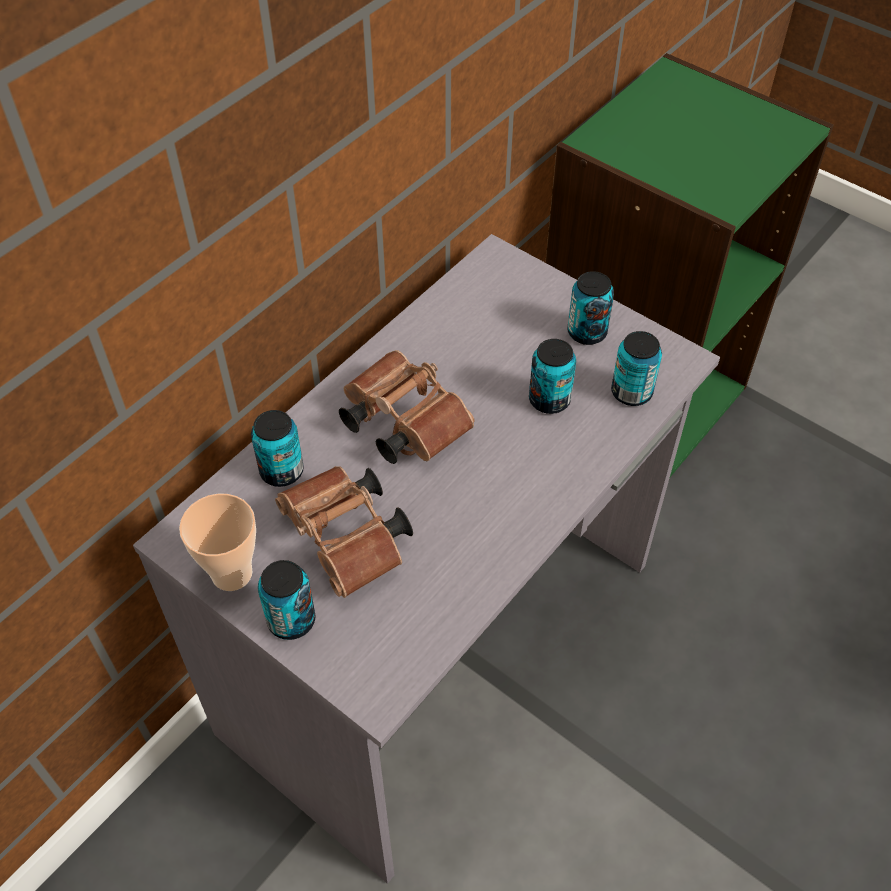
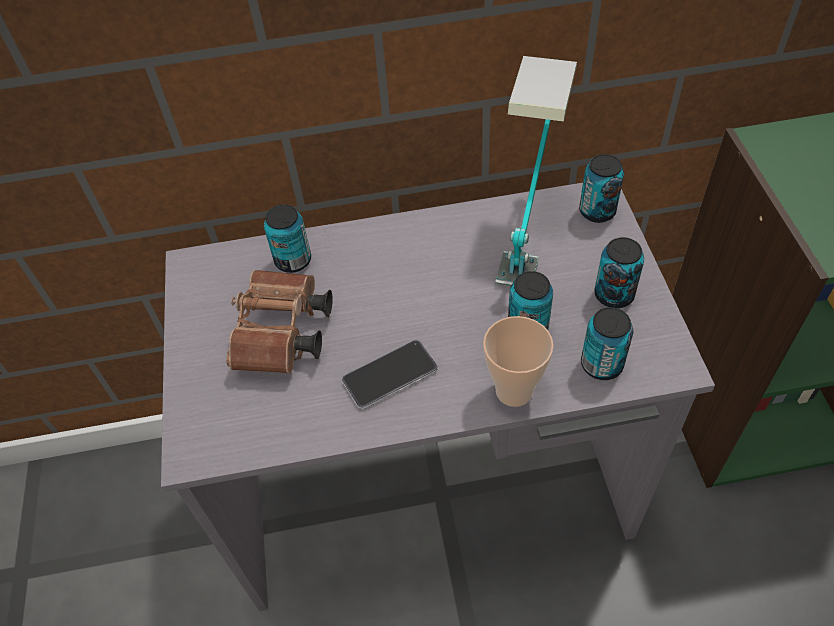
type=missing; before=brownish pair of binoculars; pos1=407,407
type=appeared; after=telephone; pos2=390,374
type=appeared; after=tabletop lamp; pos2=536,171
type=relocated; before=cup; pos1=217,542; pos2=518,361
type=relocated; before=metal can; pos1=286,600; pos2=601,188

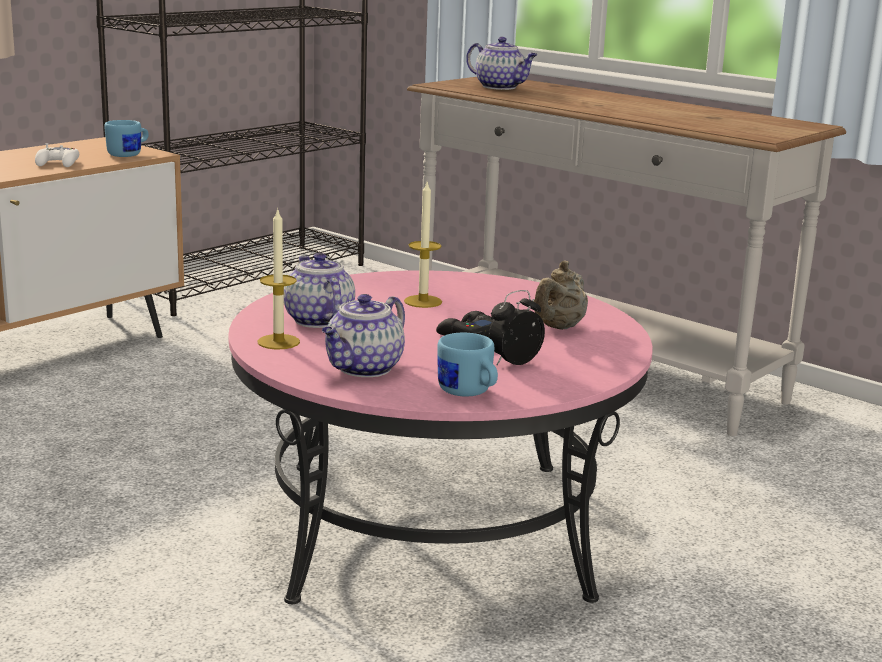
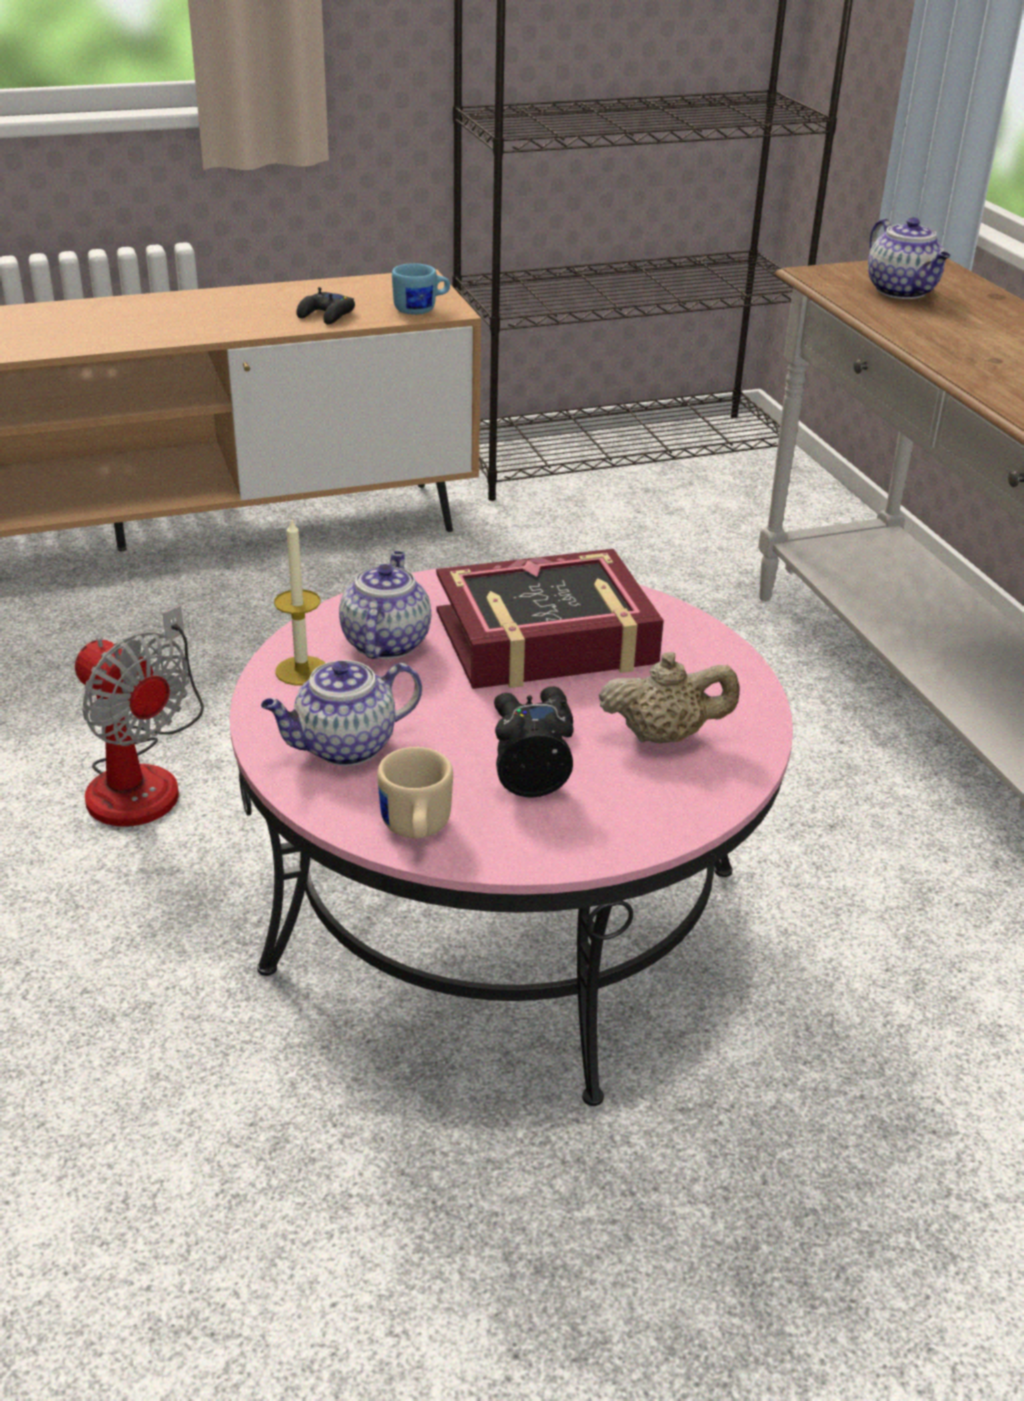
type=appeared; after=fan; pos2=139,715
type=exchanged; before=wax candle; after=book; pos1=423,245; pos2=550,619
type=colour; before=whitish gamepad; after=black gamepad; pos1=57,155; pos2=326,306
type=colour; before=blue-coloured coffee mug; after=sand-coloured coffee mug; pos1=467,365; pos2=415,792
type=spun; before=sand-coloured tea pot; pos1=560,295; pos2=669,697; turn=-150

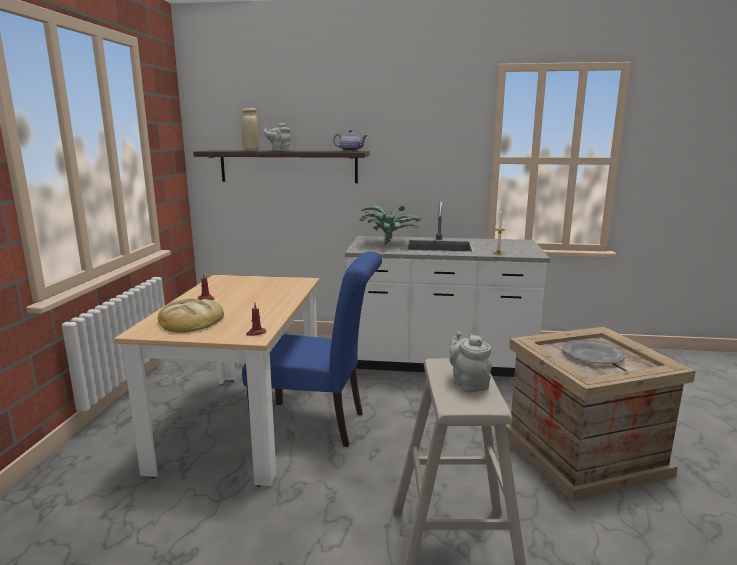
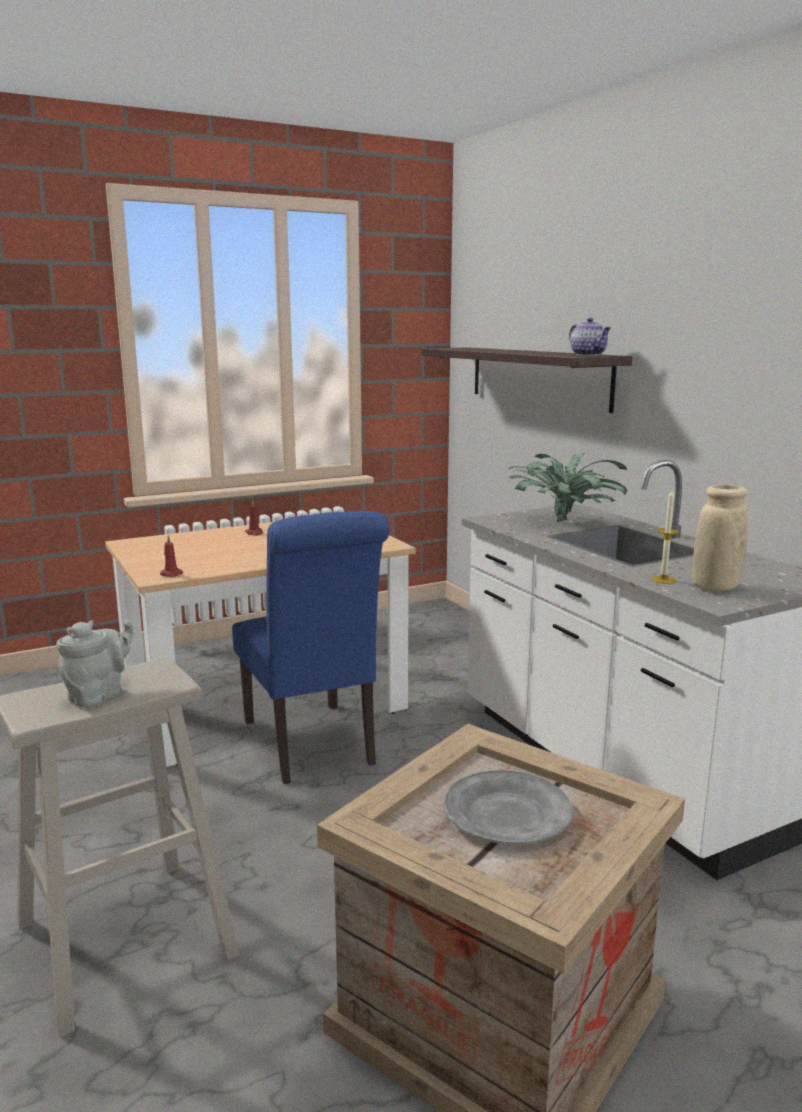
type=missing; before=baked bread; pos1=191,315
type=missing; before=grey tea pot; pos1=277,137
type=relocated; before=sand-coloured decorative vase; pos1=251,129; pos2=720,538

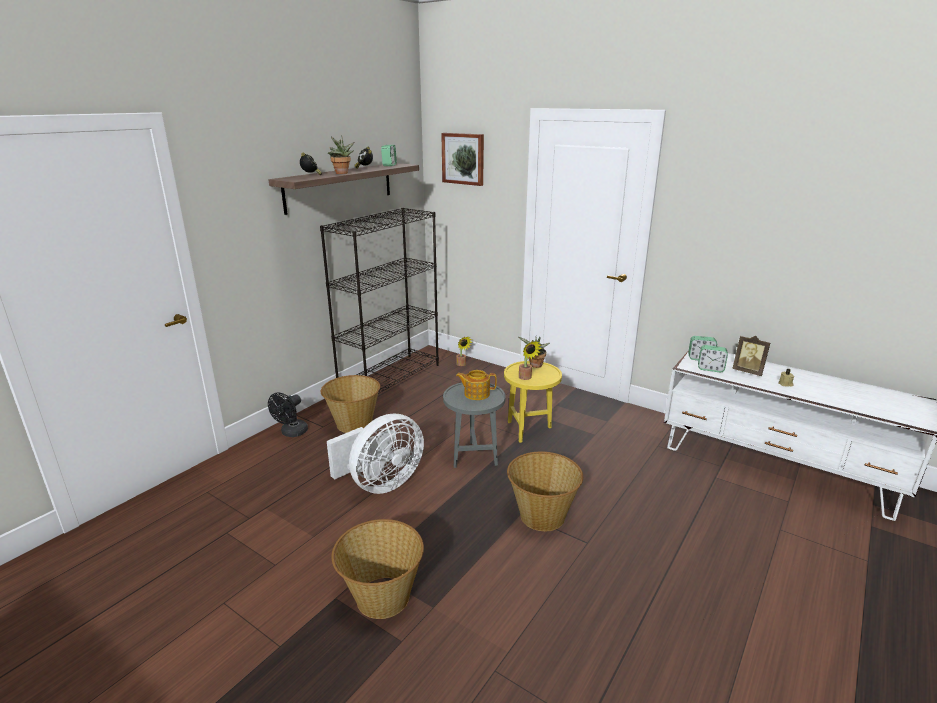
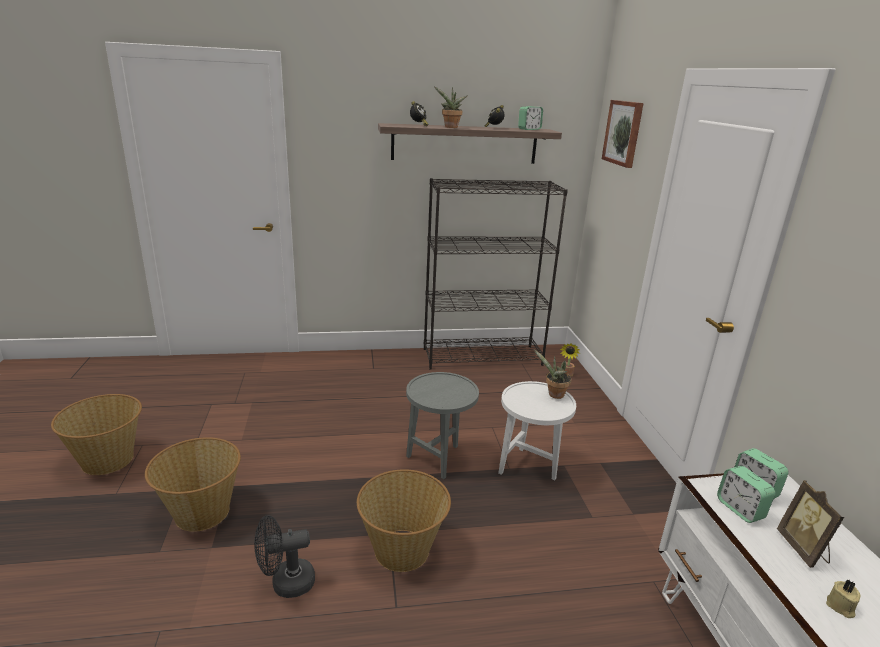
type=missing; before=whitish fan; pos1=375,454
type=missing; before=tea pot; pos1=476,385
type=missing; before=potted plant; pos1=530,360
type=relocated; before=black fan; pos1=288,414; pos2=284,556
type=relocated; before=basket; pos1=350,404; pos2=96,434
type=colour; before=yellowish end table; after=whitish end table; pos1=533,402; pos2=537,430

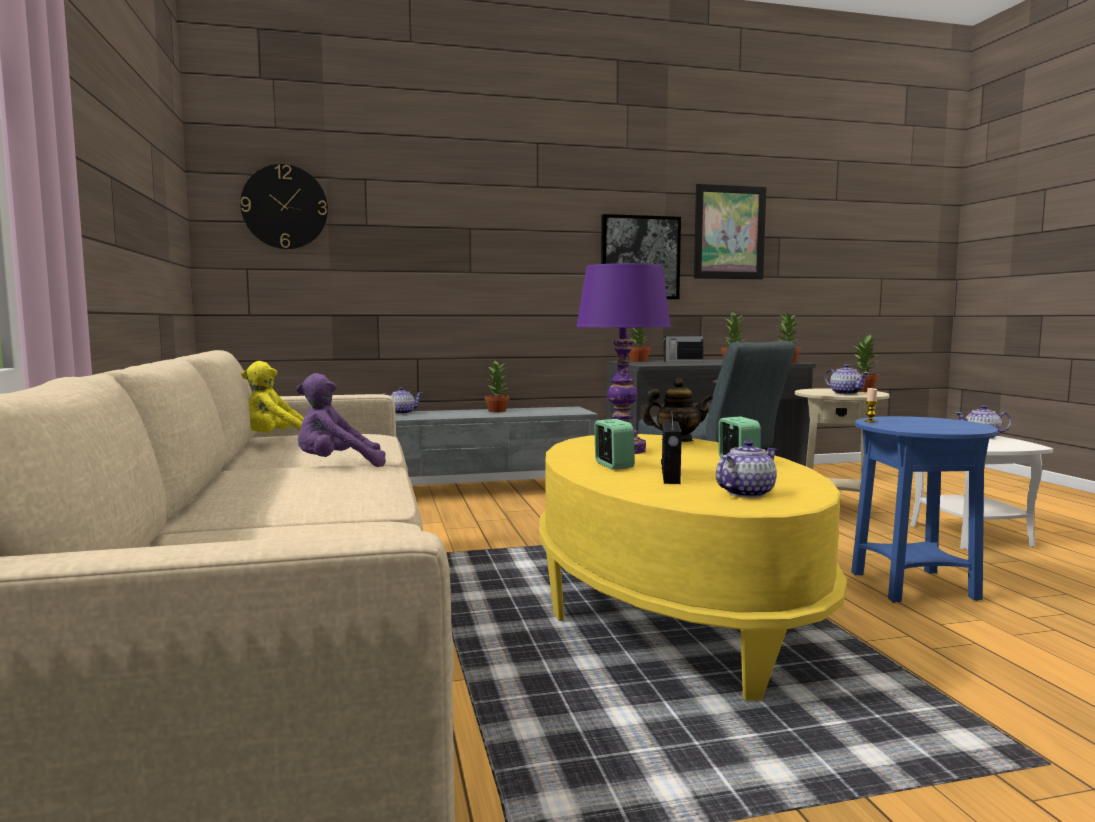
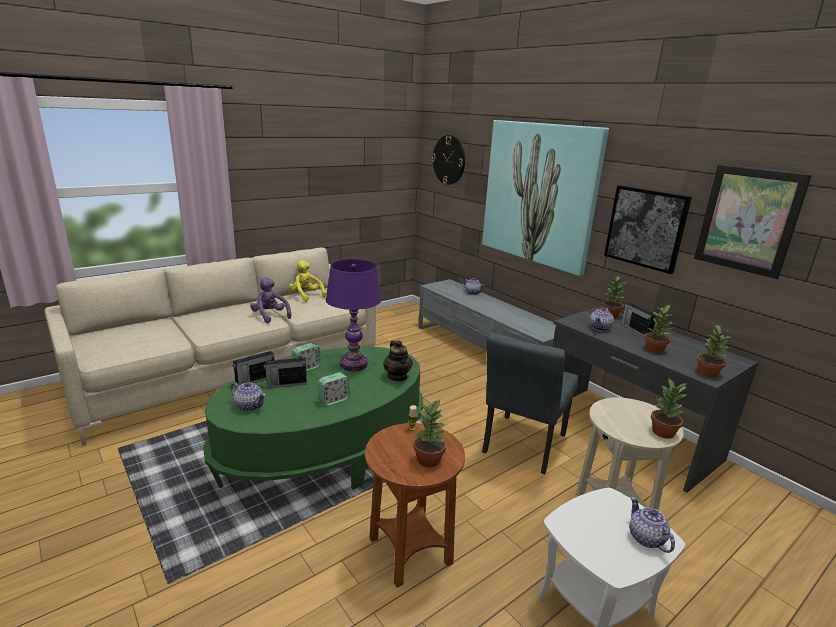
type=appeared; after=radio set; pos2=253,366
type=appeared; after=wall picture; pos2=545,198
type=relocated; before=potted plant; pos1=497,386; pos2=429,433
type=relocated; before=tea pot; pos1=847,379; pos2=602,319
type=colour; before=yellowish coffee table; after=greenish coffee table; pos1=693,567; pos2=313,418
type=colour; before=blue-coloured end table; after=brownish end table; pos1=924,509; pos2=415,505

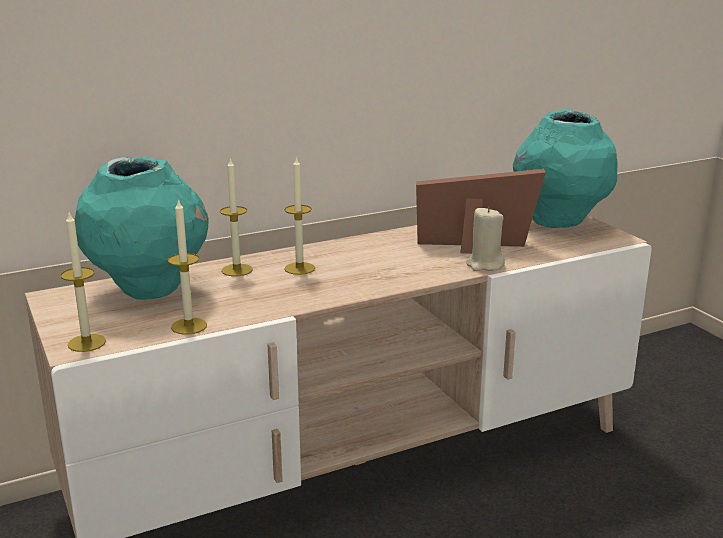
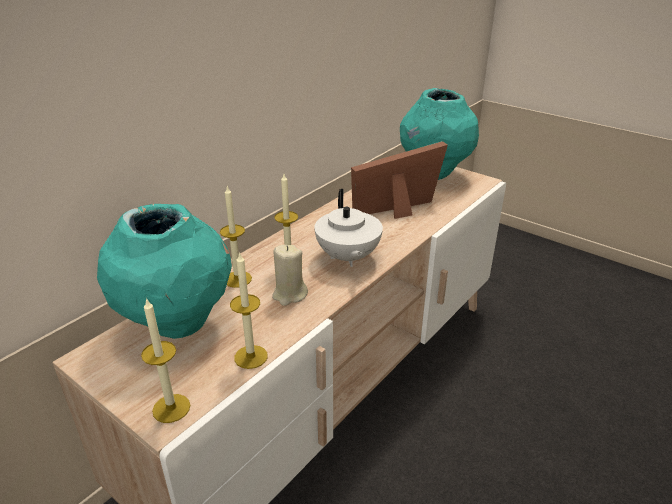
type=appeared; after=whitish tea pot; pos2=348,228
type=relocated; before=sand-coloured wax candle; pos1=485,239; pos2=290,275

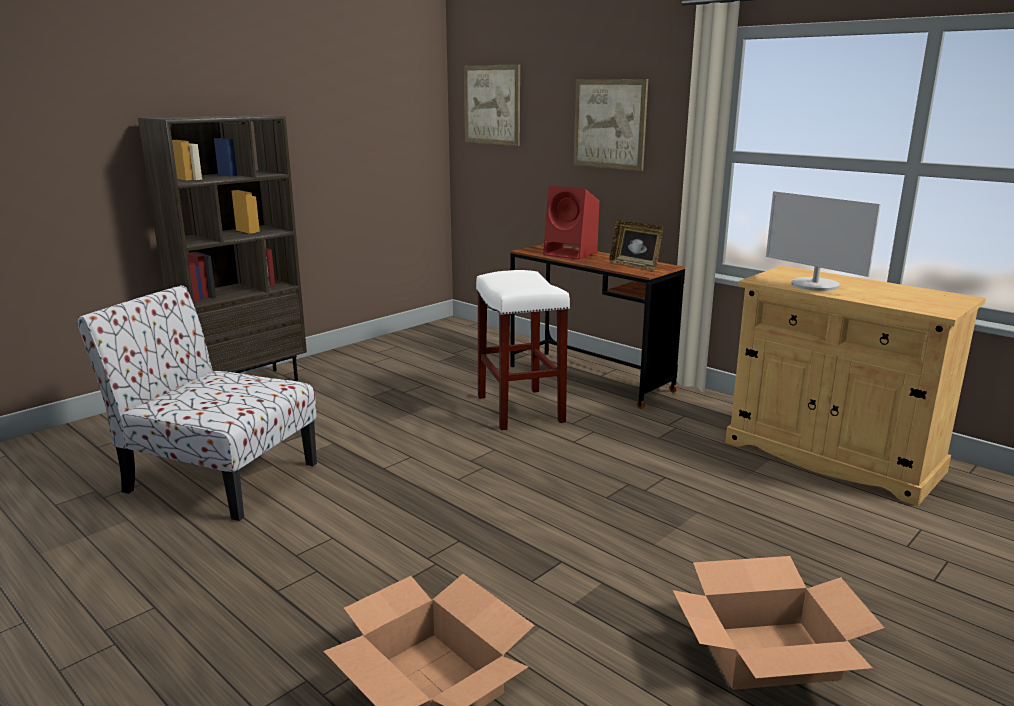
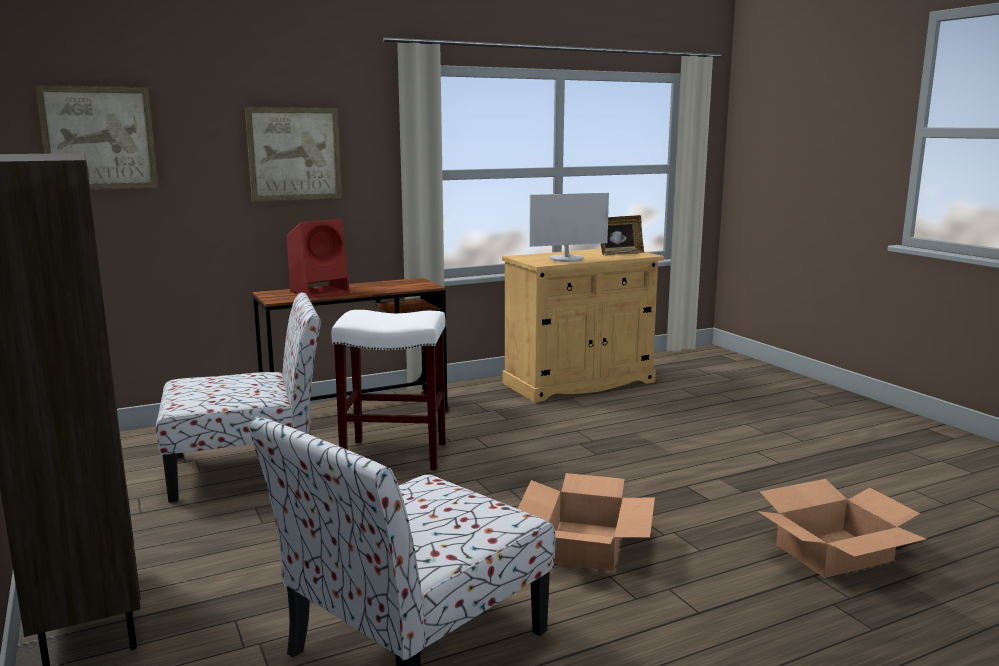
type=appeared; after=plain chair; pos2=238,397
type=relocated; before=standing frame; pos1=636,245; pos2=622,235
type=relocated; before=packing box; pos1=778,623; pos2=586,522

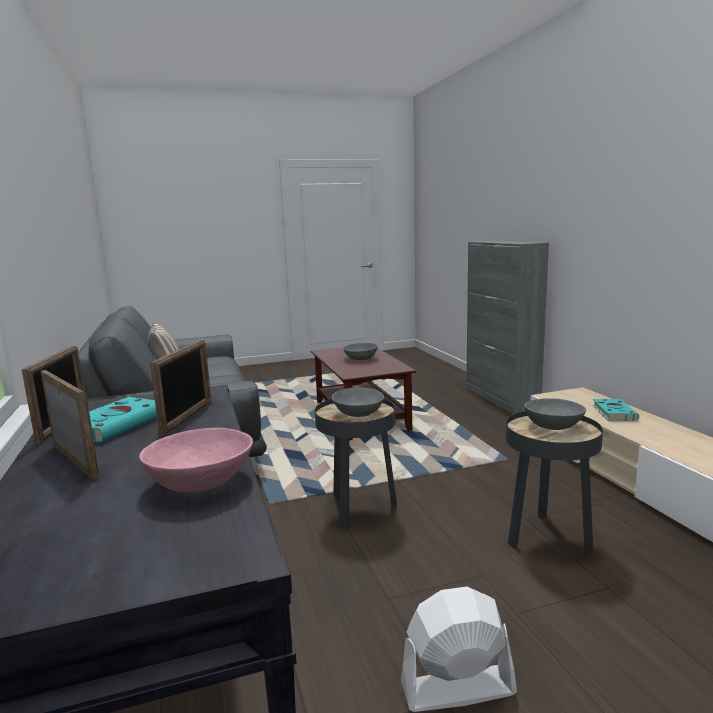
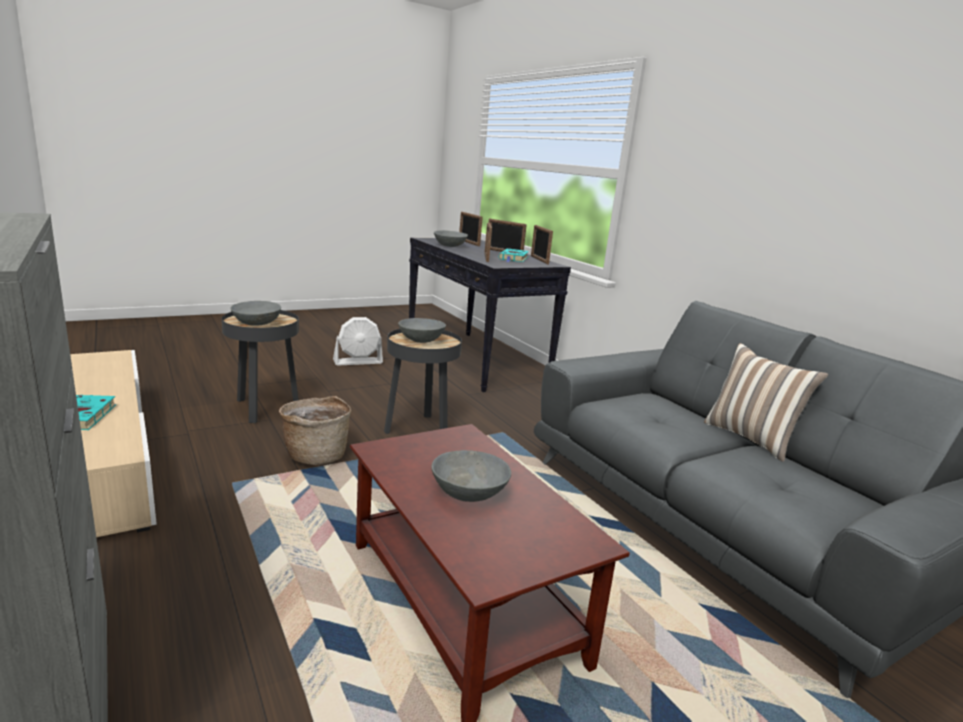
type=appeared; after=basket; pos2=315,430
type=appeared; after=standing frame; pos2=471,229
type=colour; before=pink bowl; after=grey bowl; pos1=196,460; pos2=451,238

